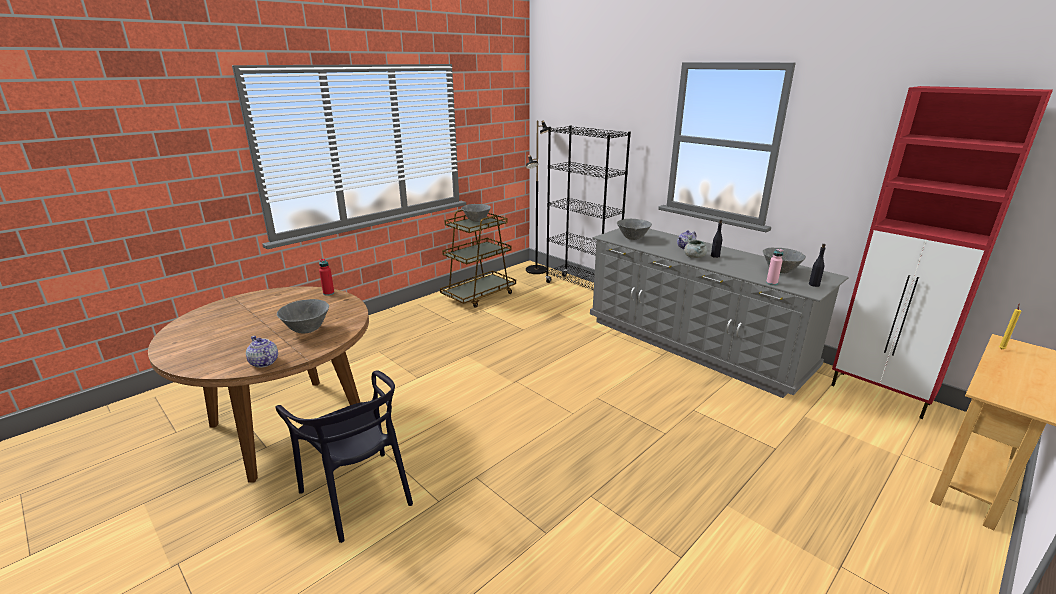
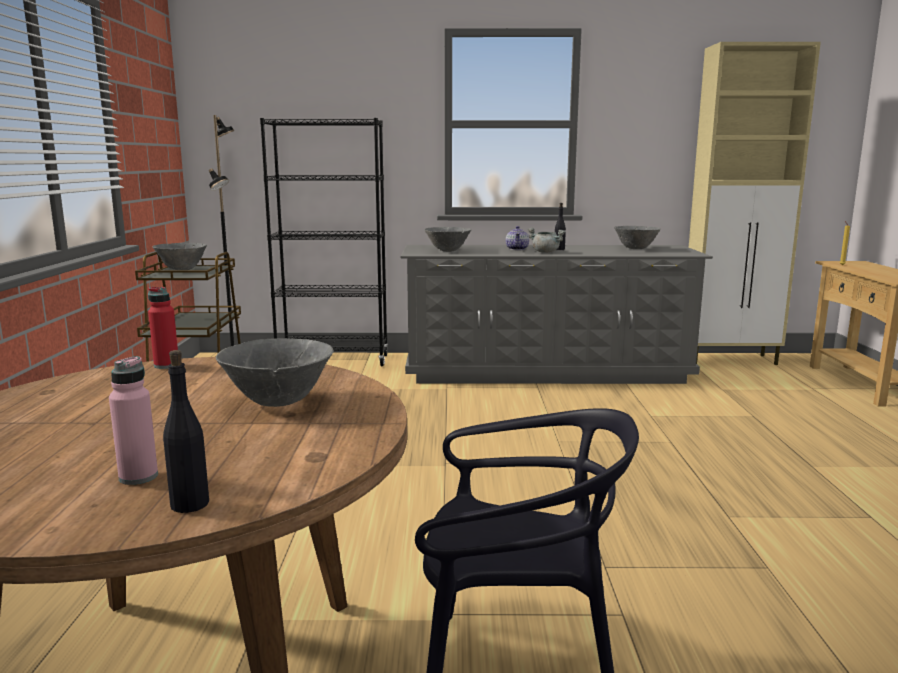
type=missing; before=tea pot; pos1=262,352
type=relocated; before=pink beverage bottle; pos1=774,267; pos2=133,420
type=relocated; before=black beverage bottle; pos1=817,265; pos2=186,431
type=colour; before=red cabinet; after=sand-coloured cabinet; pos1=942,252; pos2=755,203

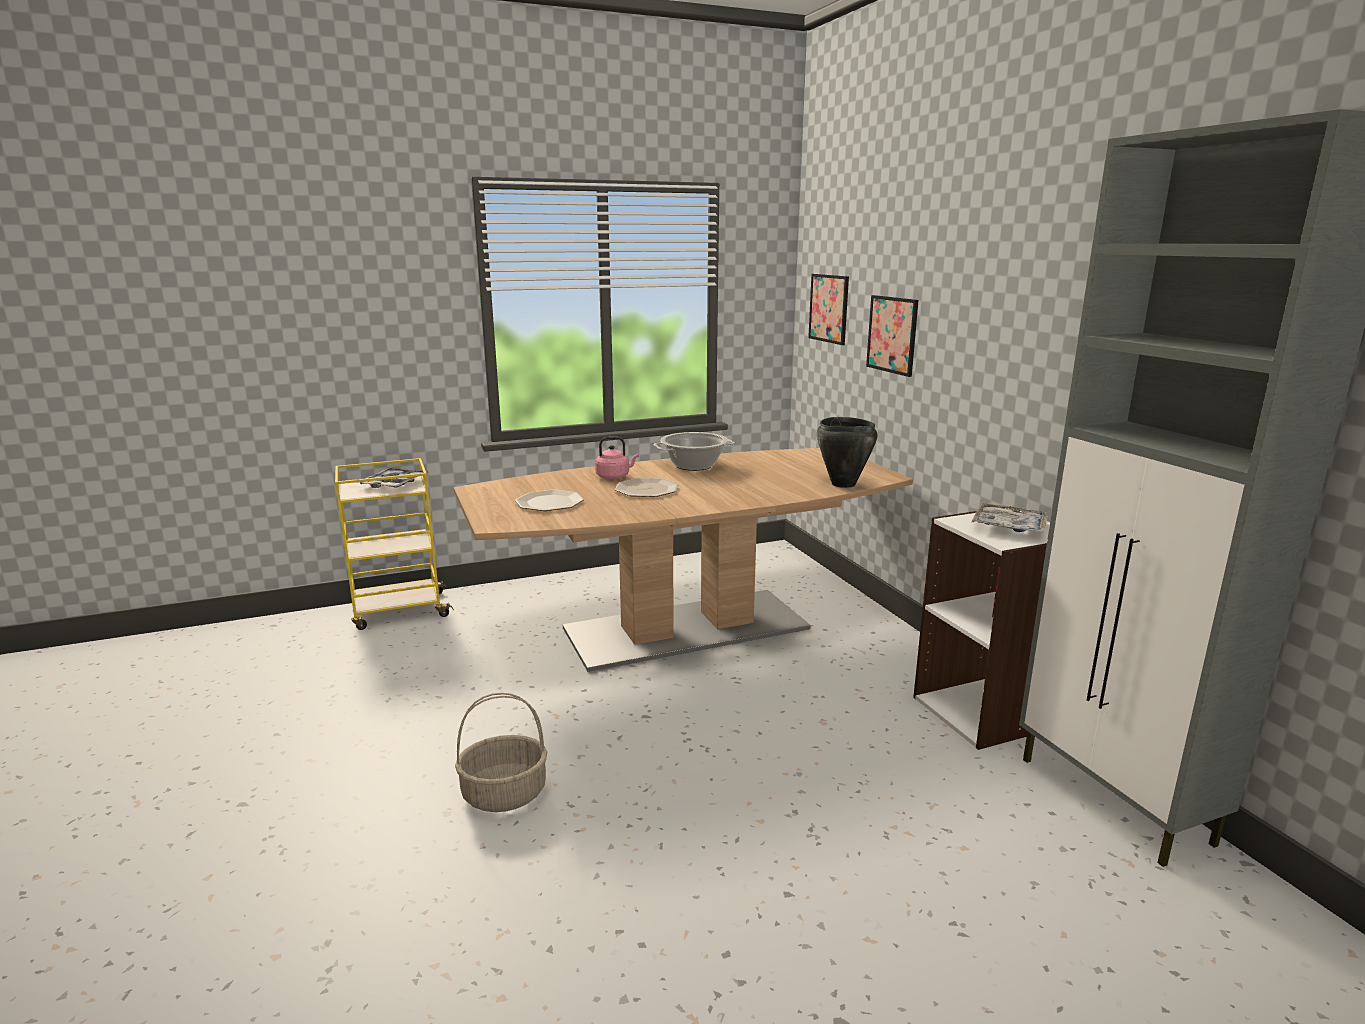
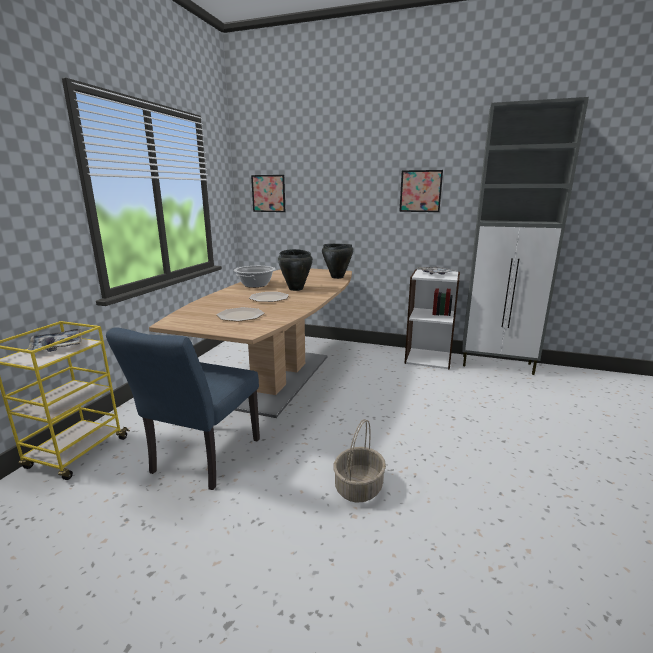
type=missing; before=pink tea kettle; pos1=617,457
type=appeared; after=blue-coloured plain chair; pos2=183,408
type=appeared; after=black cooking pot; pos2=295,270
type=relocated; before=wall picture; pos1=892,336; pos2=421,191

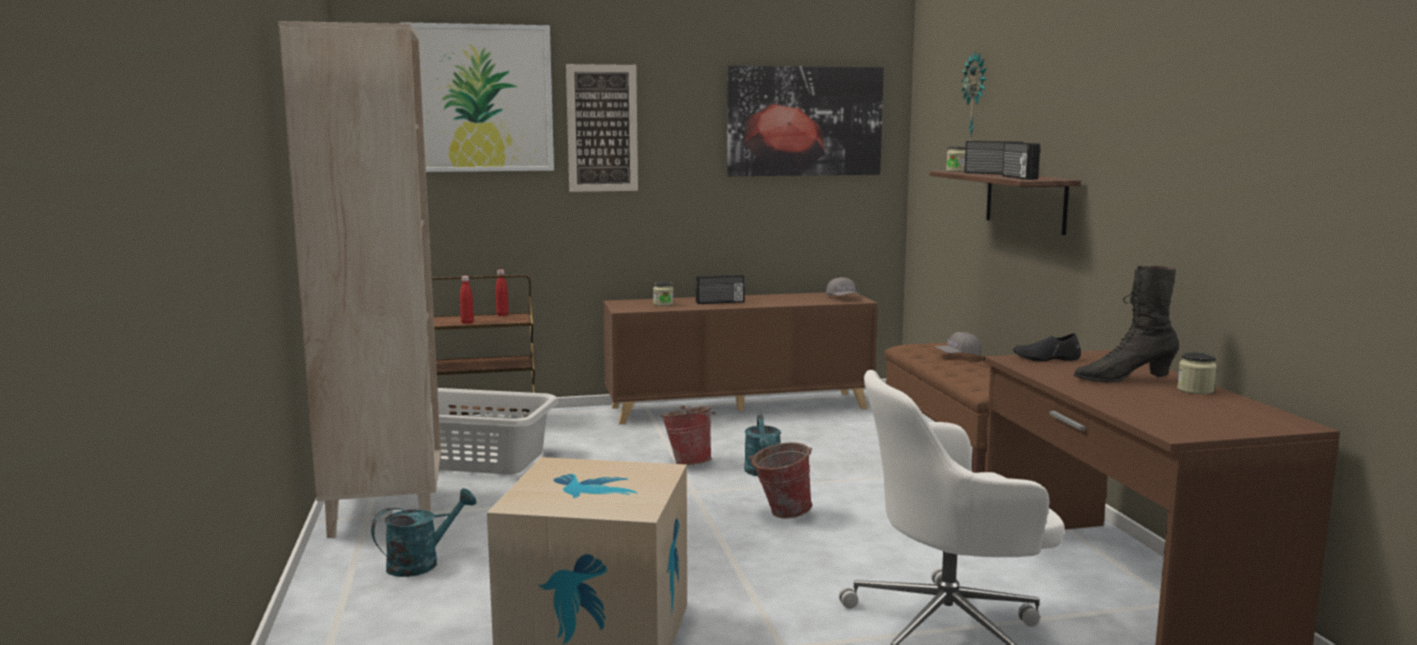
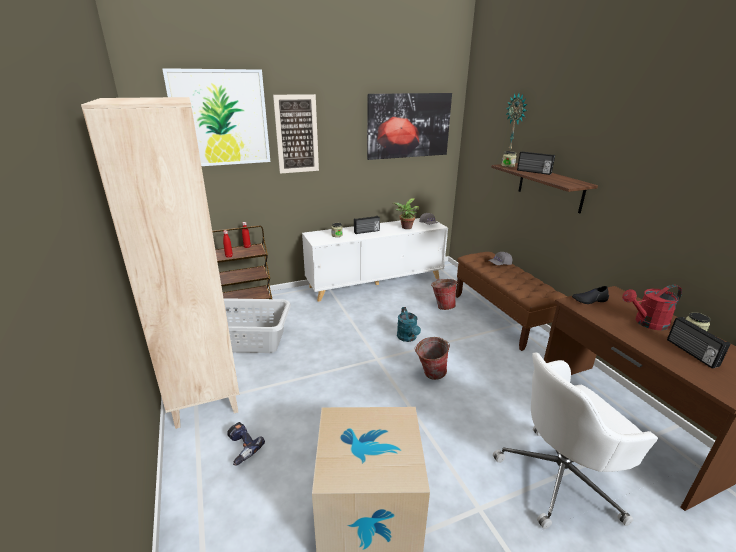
type=appeared; after=potted plant; pos2=406,213
type=relocated; before=bucket; pos1=688,435; pos2=445,294
type=relocated; before=radio set; pos1=1021,161; pos2=699,343
type=exchanged; before=turquoise watering pot; after=drill; pos1=424,532; pos2=246,443
type=exchanged; before=black tall boot; after=red watering pot; pos1=1126,324; pos2=652,307
type=colour; before=brownish cabinet; after=whitish cabinet; pos1=740,358; pos2=375,260

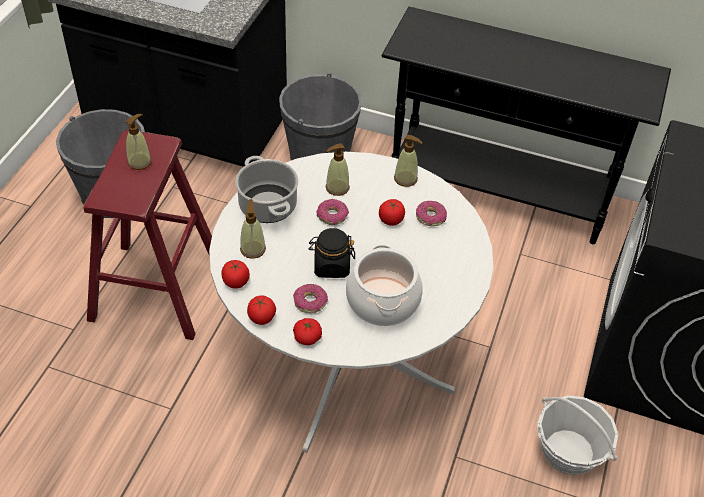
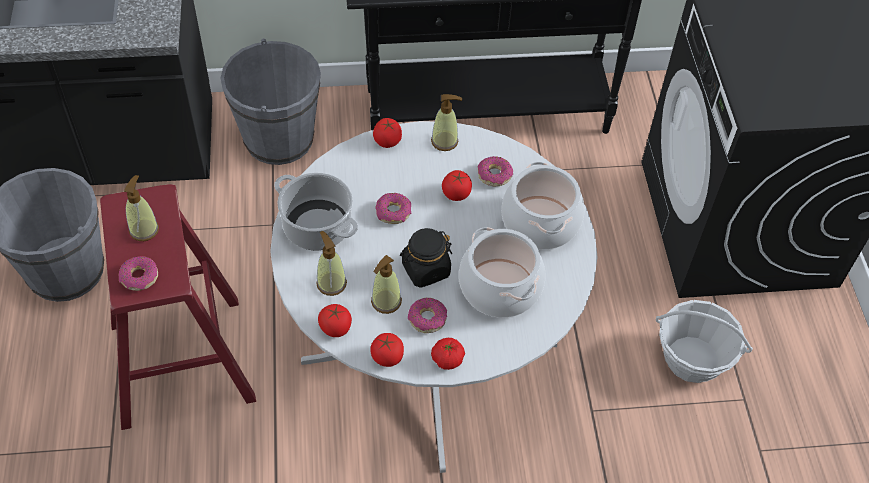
type=appeared; after=donut; pos2=138,273
type=appeared; after=tomato; pos2=387,133
type=appeared; after=cooking pot; pos2=543,206
type=relocated; before=soap dispenser; pos1=338,169; pos2=386,284

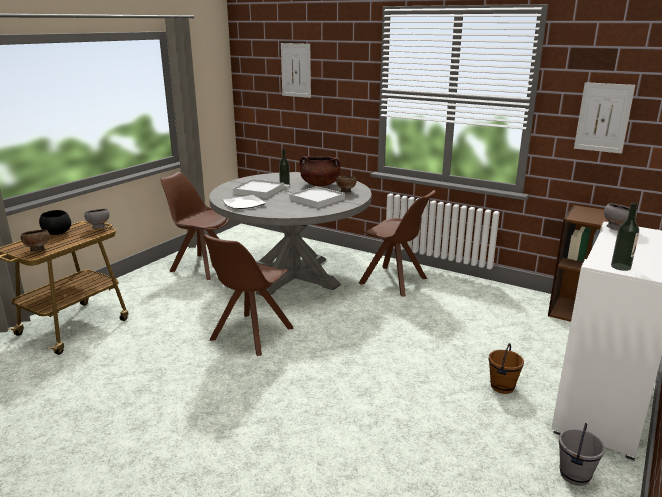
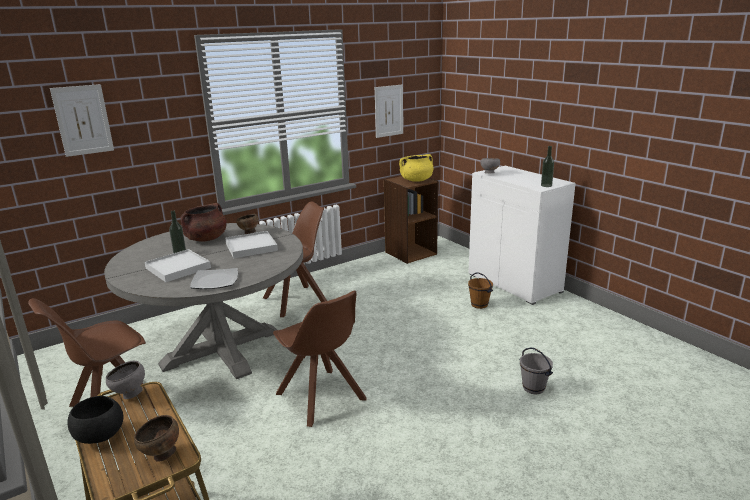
type=appeared; after=yellowish cooking pot; pos2=416,168
type=relocated; before=grey bucket; pos1=582,454; pos2=536,370

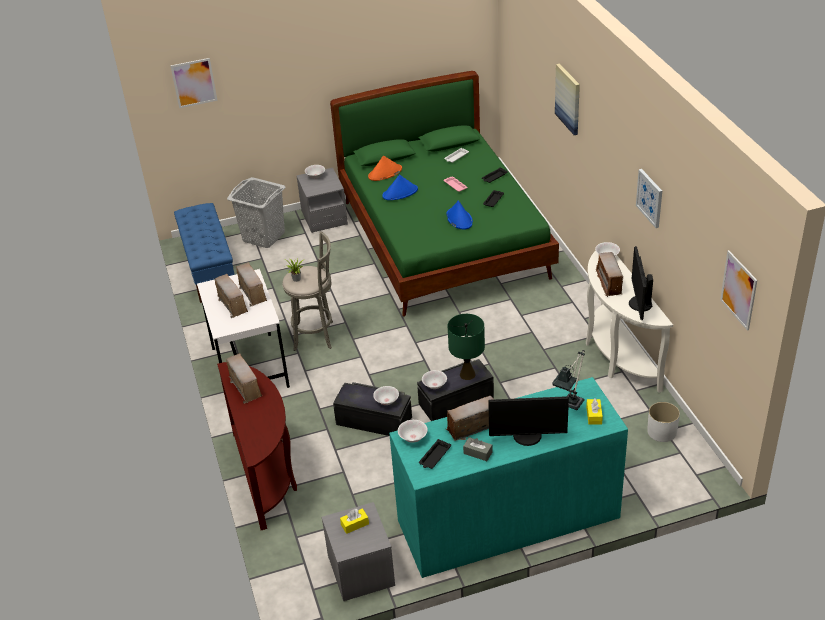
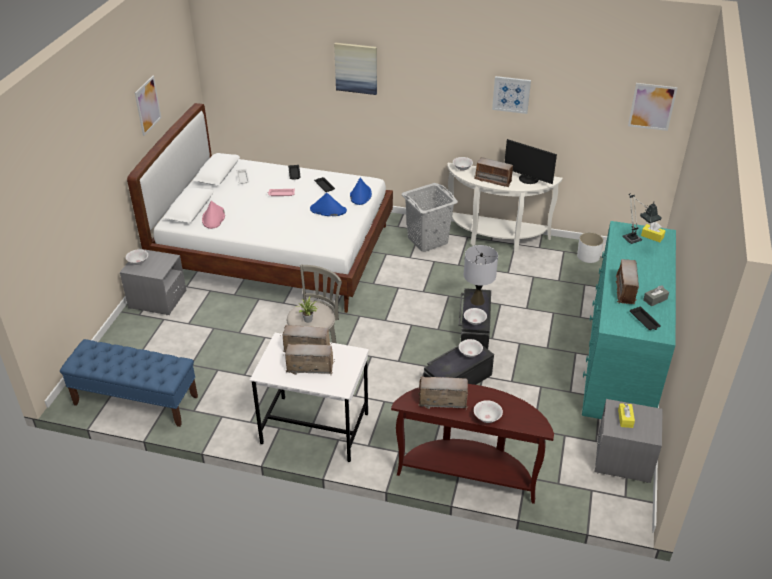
type=missing; before=monitor; pos1=528,421
type=relocated; before=wall picture; pos1=194,83; pos2=148,106
type=relocated; before=grey laundry basket; pos1=256,212; pos2=430,217
type=relocated; before=blue-coloured hat; pos1=400,187; pos2=361,191
type=relocated; before=whitish bowl; pos1=413,431; pos2=488,411
type=colour; before=greenish bedroom bed; after=whitish bedroom bed; pos1=444,193; pos2=260,208
type=colour; before=orange hat; after=pink hat; pos1=385,168; pos2=213,214
type=colour; before=greenish tabletop lamp; after=grey tabletop lamp; pos1=466,347; pos2=481,275

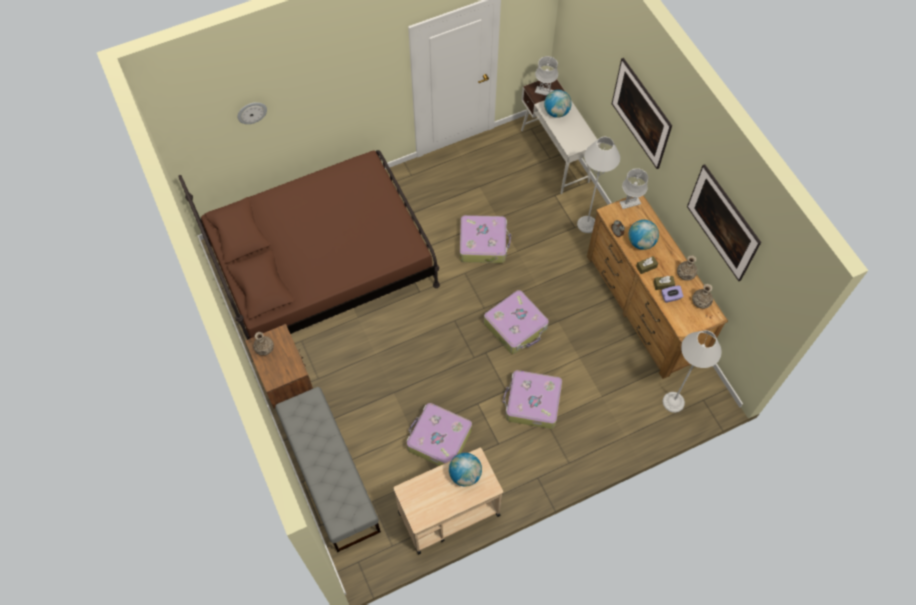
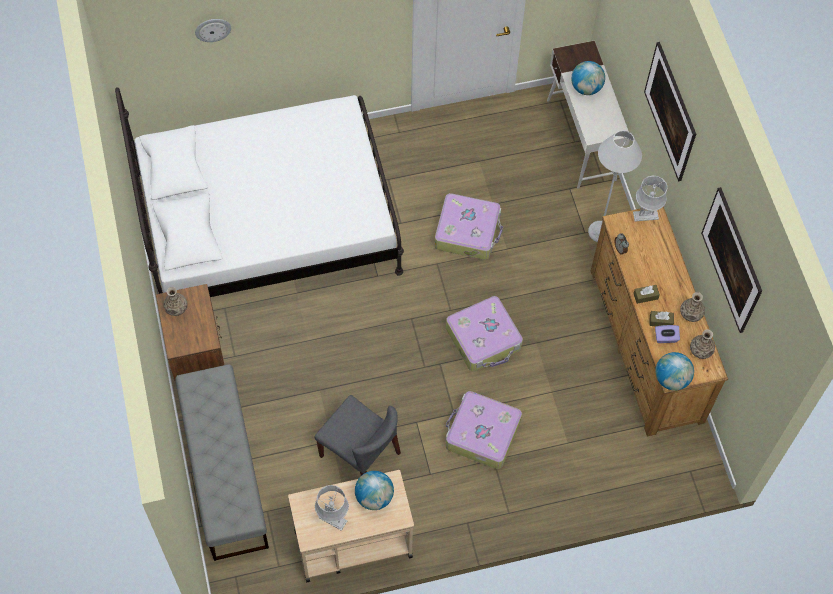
type=missing; before=grey standing lamp; pos1=692,371
type=relocated; before=grey tabletop lamp; pos1=546,76; pos2=332,508
type=relocated; before=globe; pos1=643,235; pos2=674,371
type=exchanged; before=travel case; after=grey plain chair; pos1=439,434; pos2=357,435
type=colour; before=brownish bedroom bed; after=whitish bedroom bed; pos1=309,245; pos2=259,192

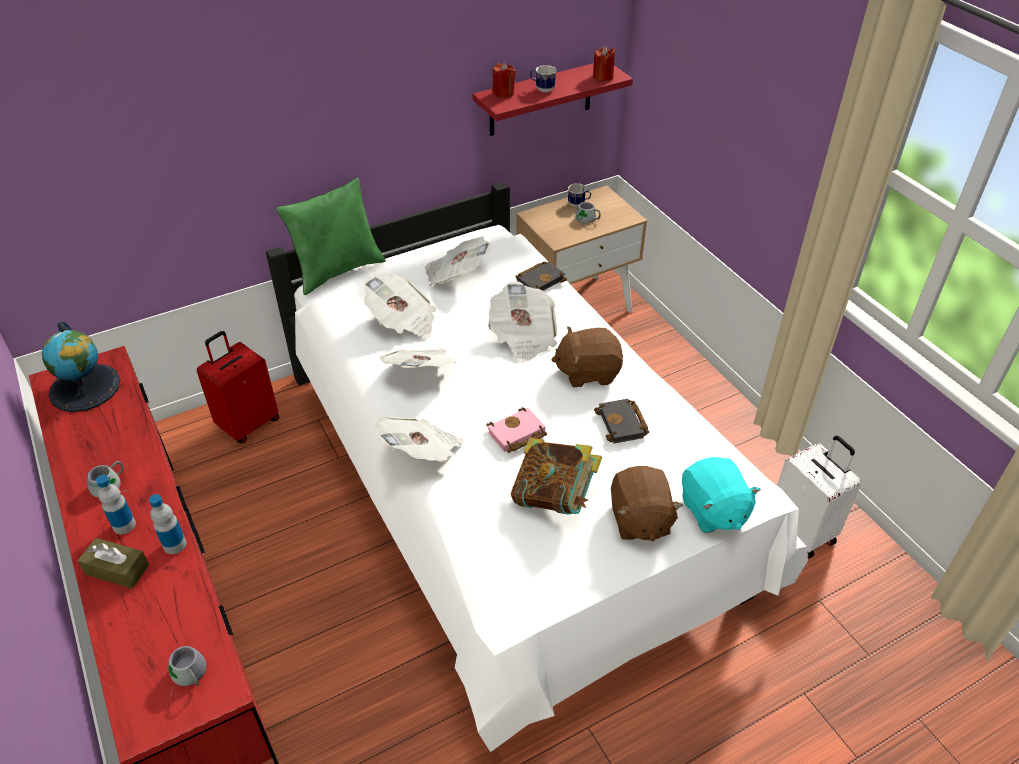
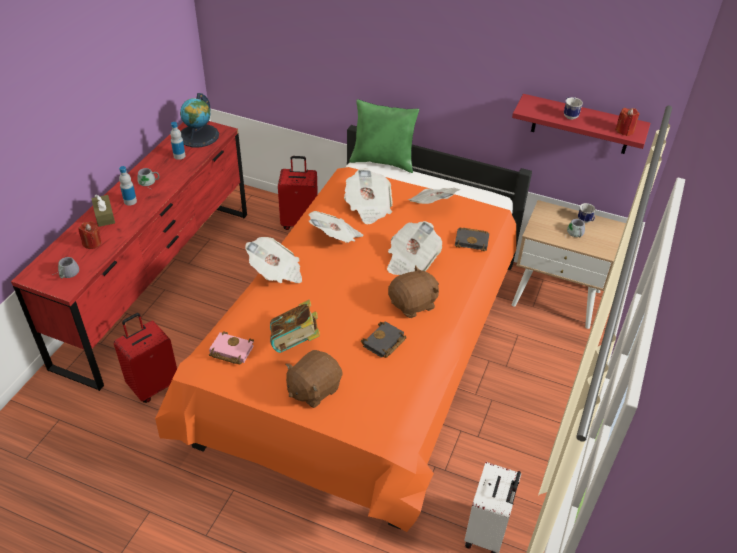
type=missing; before=turquoise soft toy; pos1=721,495
type=appeared; after=red travel case; pos2=145,358
type=relocated; before=beverage bottle; pos1=167,524; pos2=178,141
type=relocated; before=pink book; pos1=516,430; pos2=231,348
type=relocated; before=red wax candle; pos1=504,80; pos2=89,235
type=colour; before=whitish bedroom bed; after=orange bedroom bed; pos1=537,467; pos2=343,328
type=spun; before=brownish soft toy; pos1=587,357; pos2=413,292; turn=105

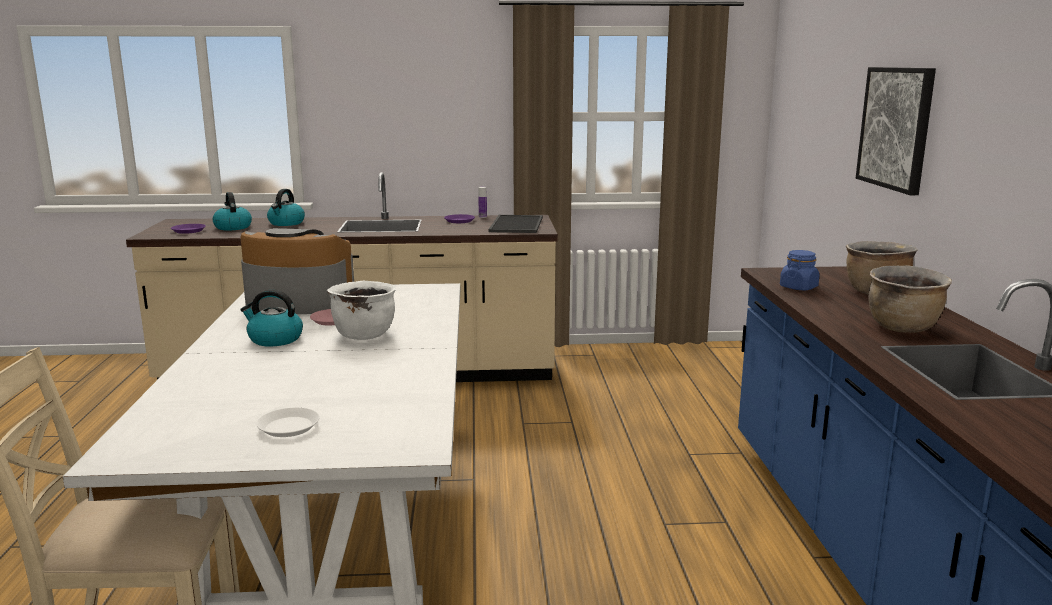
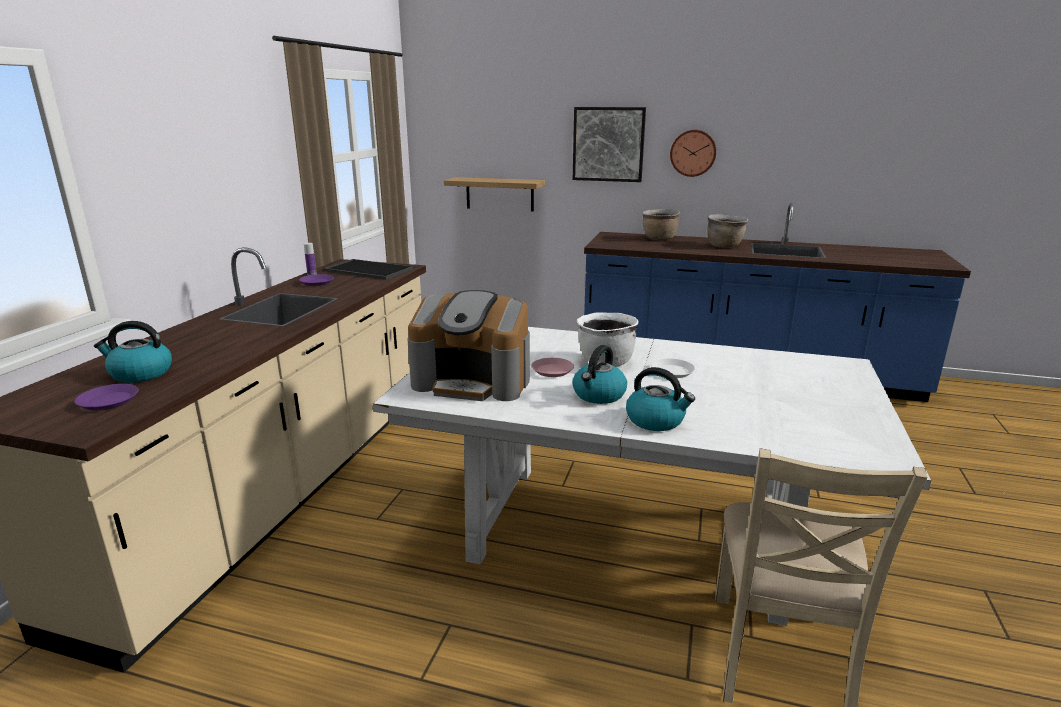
type=missing; before=blue-coloured storage jar; pos1=799,270
type=appeared; after=bracket shelf; pos2=494,194
type=appeared; after=wall clock; pos2=693,153
type=relocated; before=whitish dinner plate; pos1=288,422; pos2=673,368
type=relocated; before=tea kettle; pos1=286,207; pos2=660,399
type=spun; before=coffee maker; pos1=297,271; pos2=468,345; turn=-105

